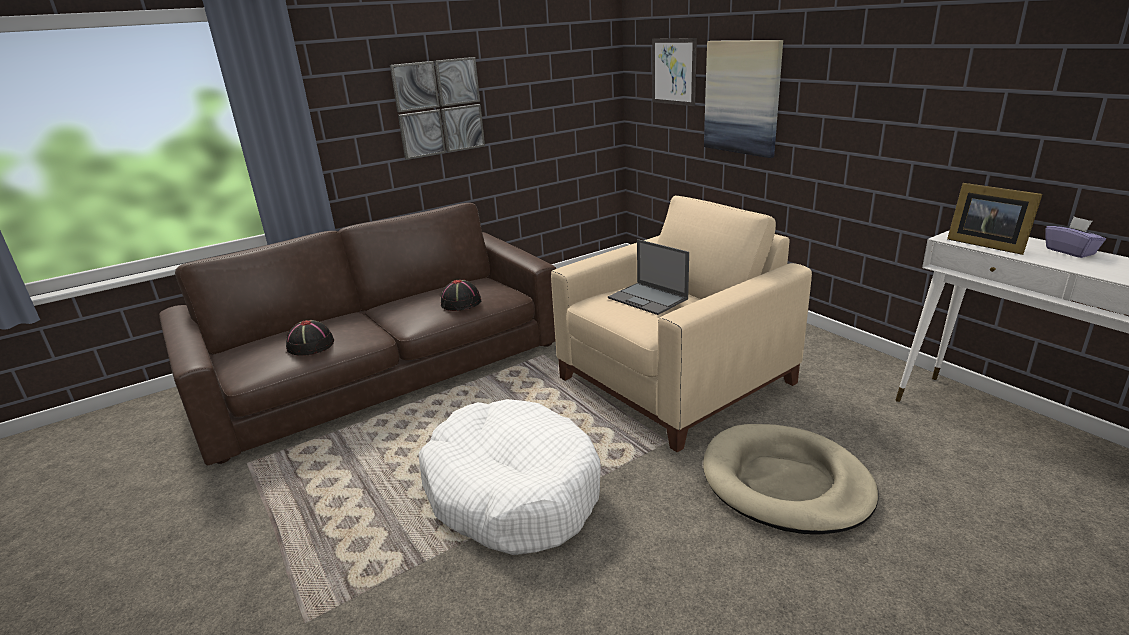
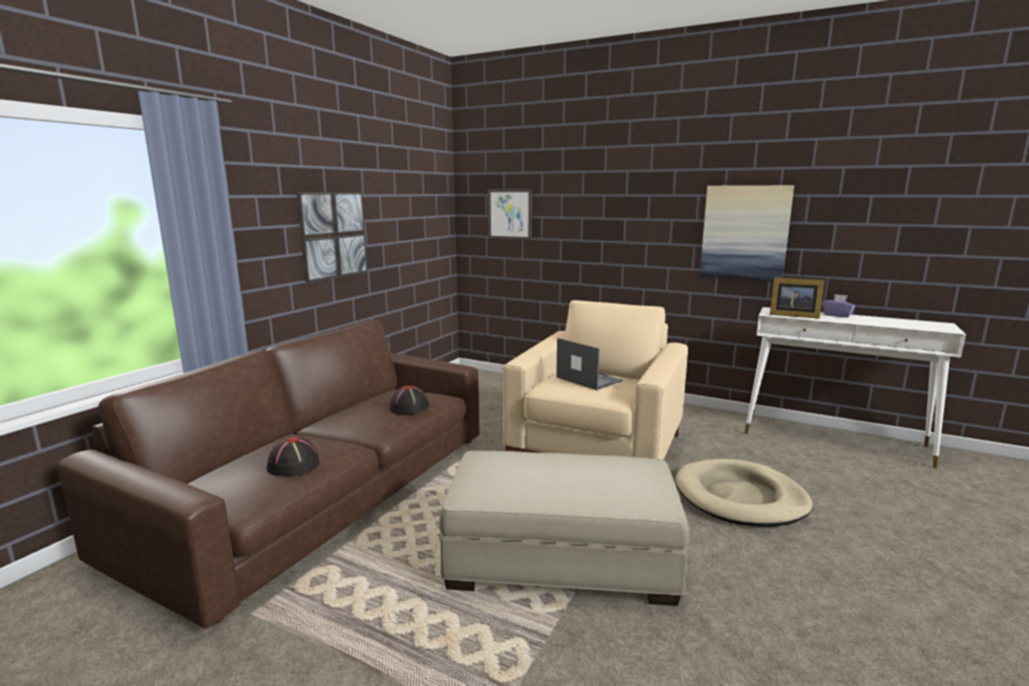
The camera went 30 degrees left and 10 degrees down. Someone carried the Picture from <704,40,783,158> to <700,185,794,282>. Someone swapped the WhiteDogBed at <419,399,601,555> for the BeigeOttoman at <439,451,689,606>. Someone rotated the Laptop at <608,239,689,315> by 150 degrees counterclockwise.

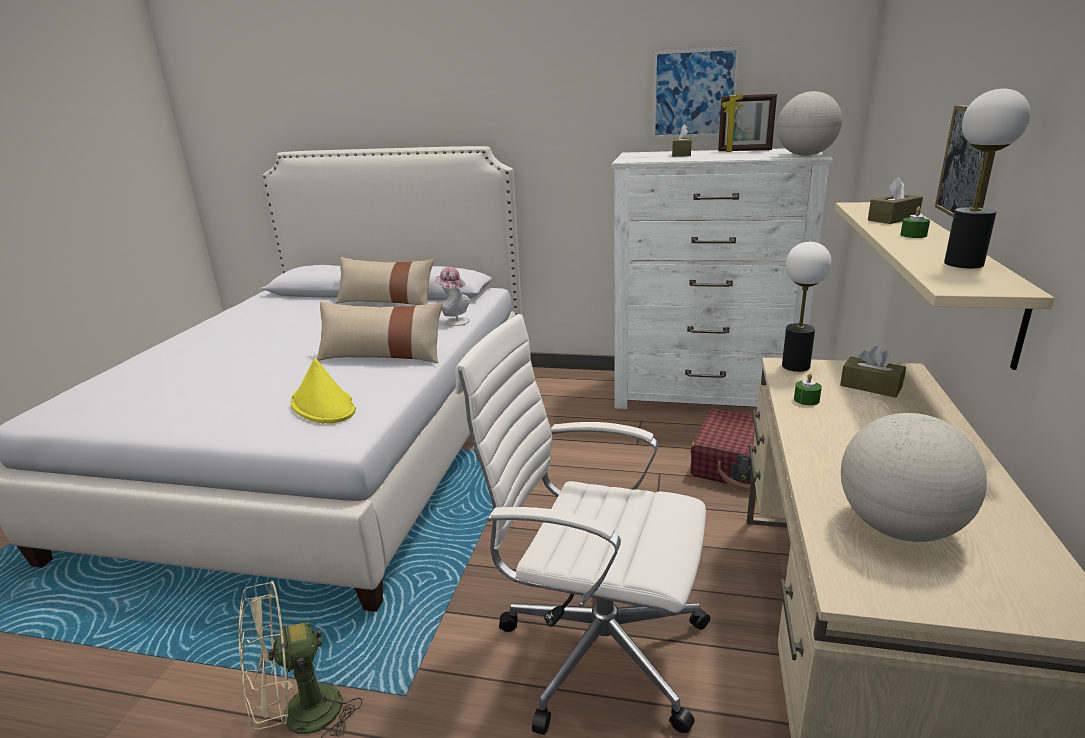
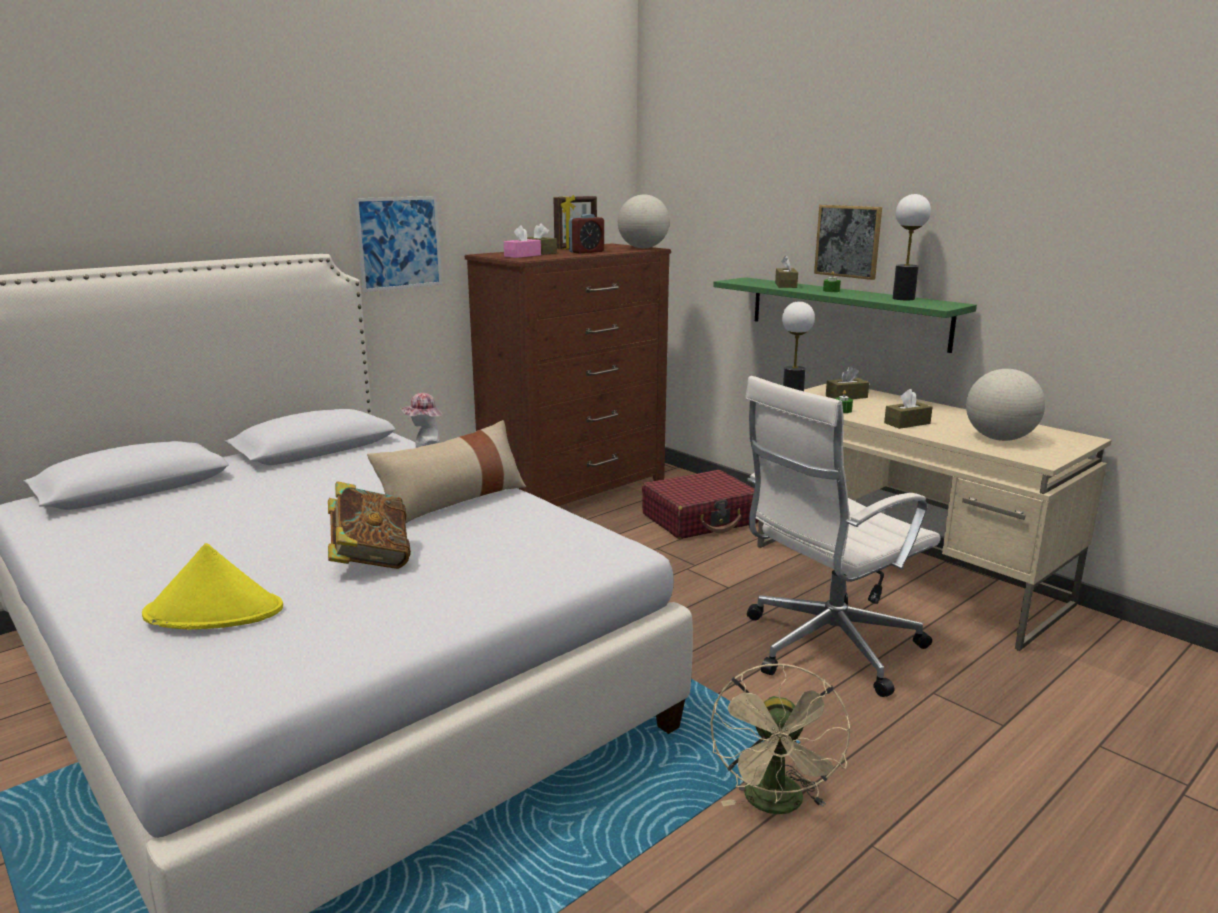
The camera went 55 degrees left and 5 degrees down. Someone took away the BeigePillow at <336,257,434,305>. Someone put down the Book at <328,481,411,569>. Someone put down the PinkTissueBox at <504,226,541,258>. Someone put down the AlarmClock at <569,214,604,254>. Someone put down the BrownTissueBox at <884,389,933,429>. Someone carried the YellowHat from <290,358,356,423> to <142,543,283,629>. Someone carried the Picture from <652,47,740,138> to <354,196,442,292>. Someone repainted the WhiteDresser at <611,148,833,409>, which became the BrownDresser at <465,243,671,506>. Someone repainted the BeigeShelf at <835,202,1054,370>, which became the GreenShelf at <713,277,977,353>.

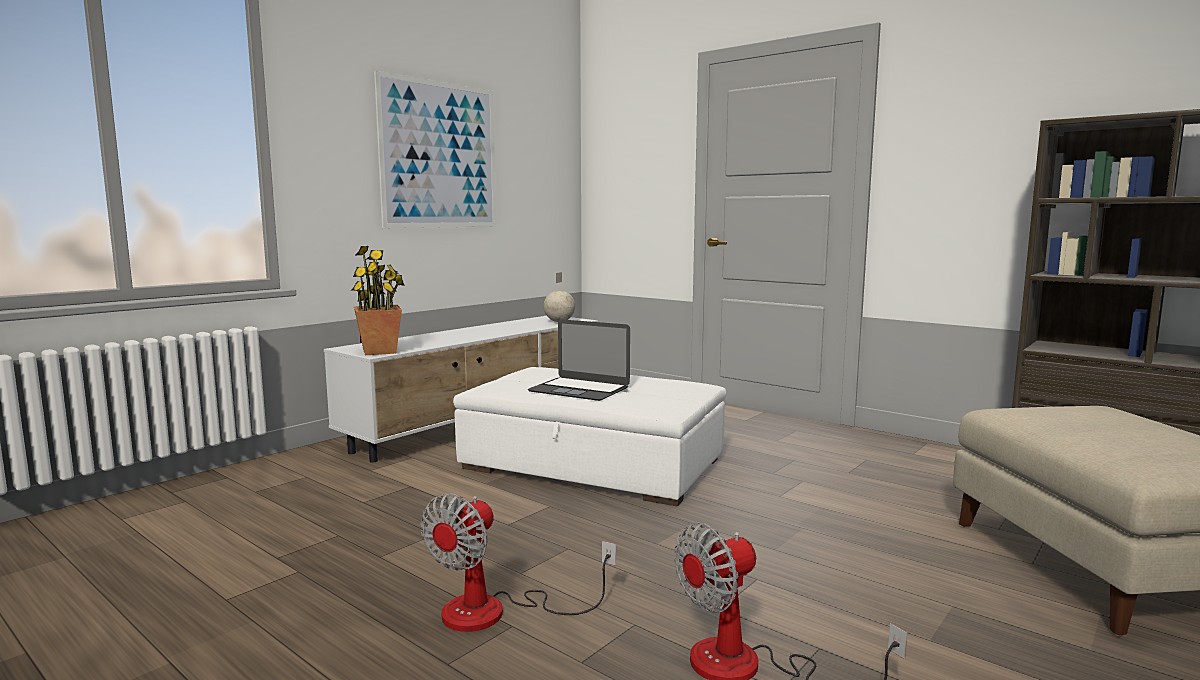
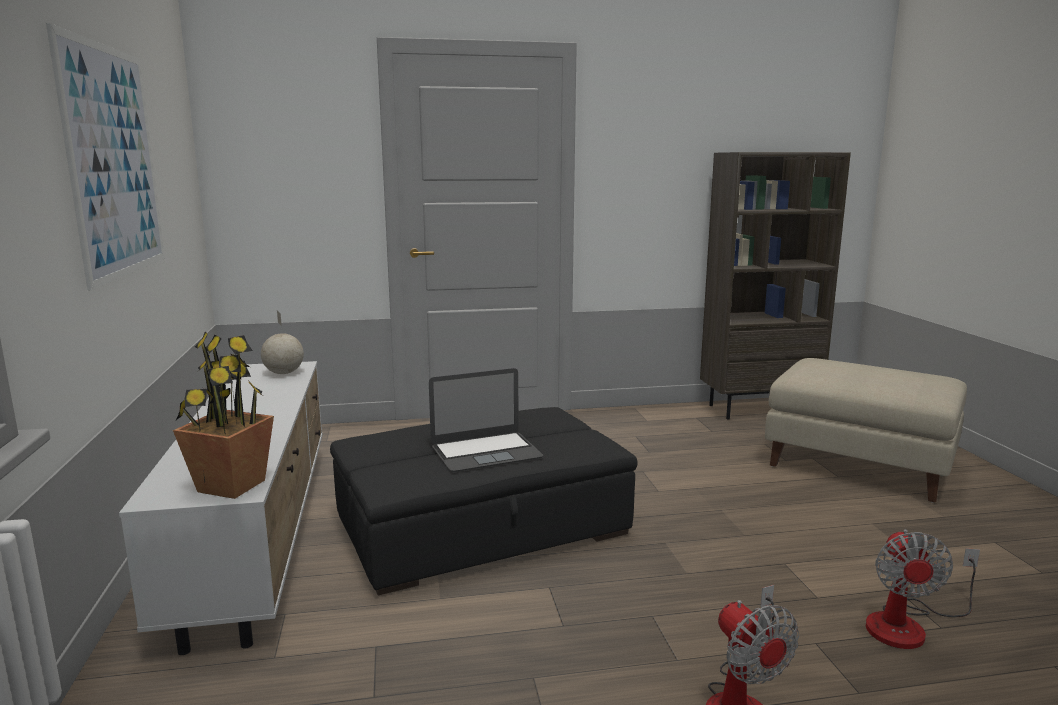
The camera went 50 degrees left and 5 degrees up. Someone repainted the WhiteOttoman at <453,367,727,506>, which became the BlackOttoman at <330,407,638,595>.

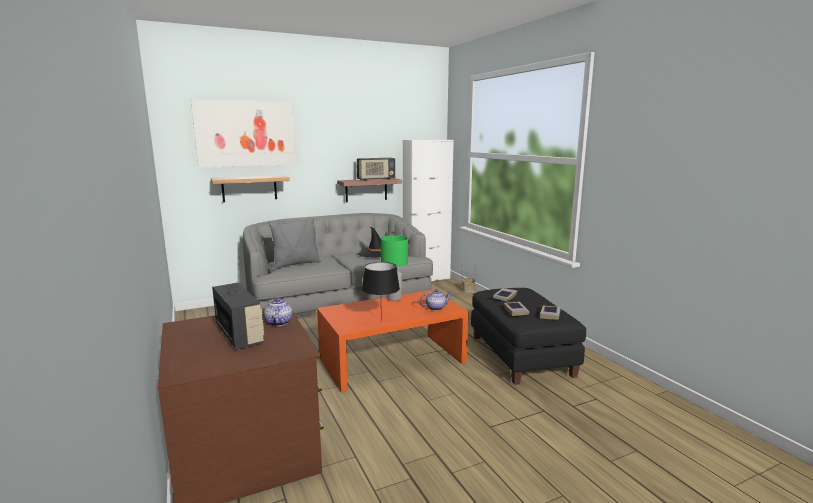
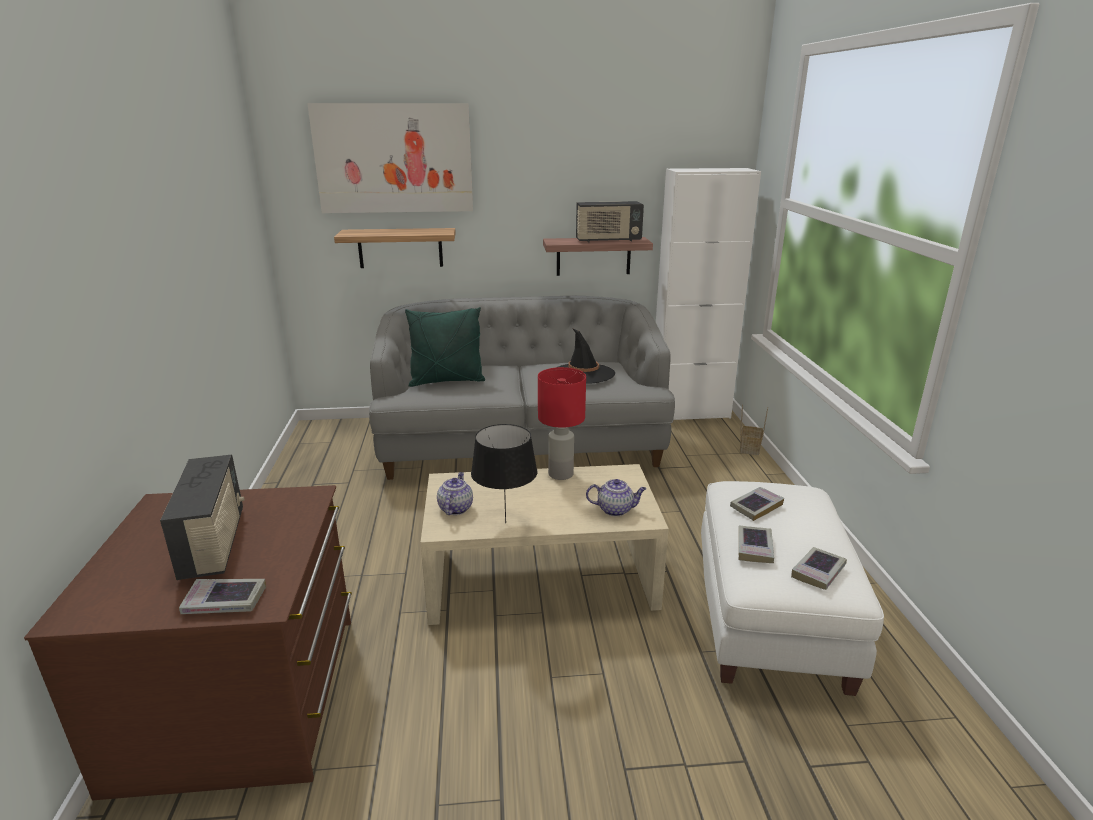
The camera went 20 degrees right and 10 degrees up. Someone put down the Book at <179,579,266,614>. Someone carried the Teapot from <264,297,292,326> to <437,472,473,515>. Someone repainted the GreyPillow at <268,218,321,269>, which became the GreenPillow at <405,307,485,387>. Someone repainted the OrangeCoffeeTable at <317,290,469,393>, which became the BeigeCoffeeTable at <420,464,669,625>. Someone repainted the GreenTableLamp at <381,235,408,301>, which became the RedTableLamp at <538,367,586,480>. Someone repainted the BlackOttoman at <471,288,586,385>, which became the WhiteOttoman at <701,481,884,696>.

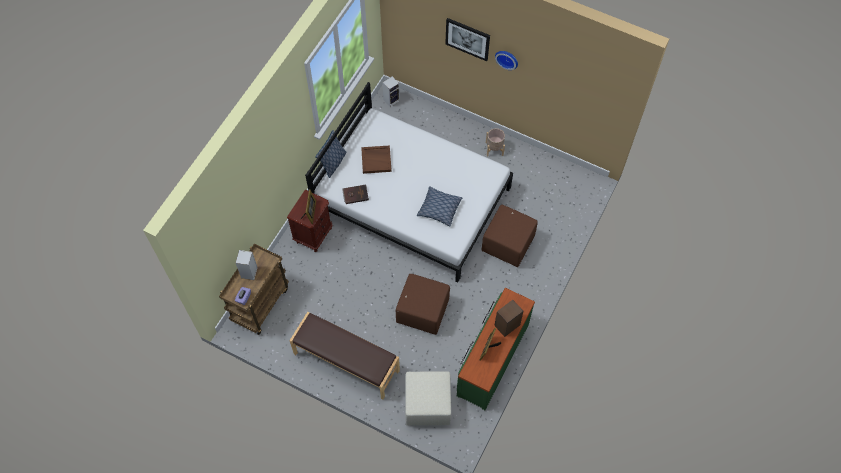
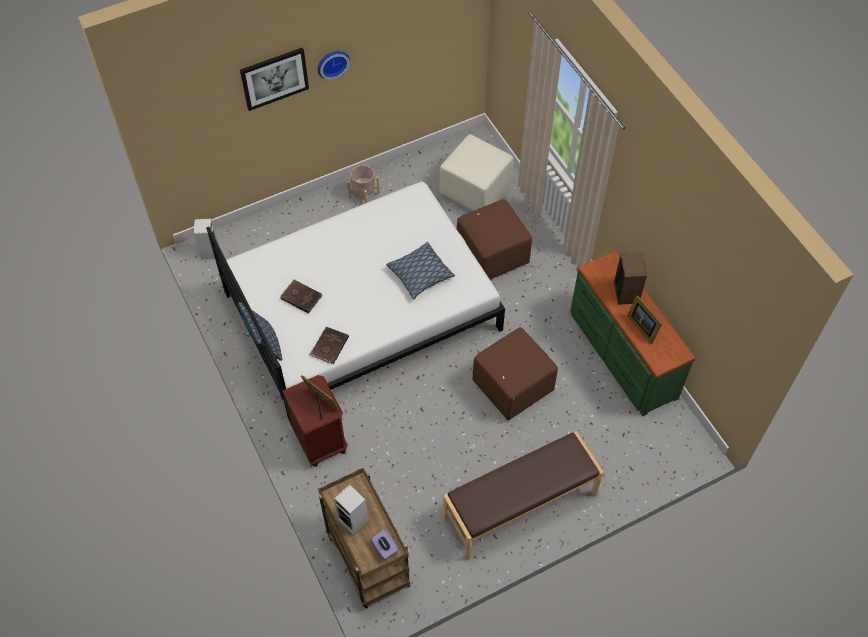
The camera went 55 degrees left and 5 degrees down. Someone carried the BeigeOttoman from <405,371,451,426> to <440,134,513,211>. Someone swapped the BrownTray at <361,145,392,174> for the BrownBook at <281,280,323,313>.

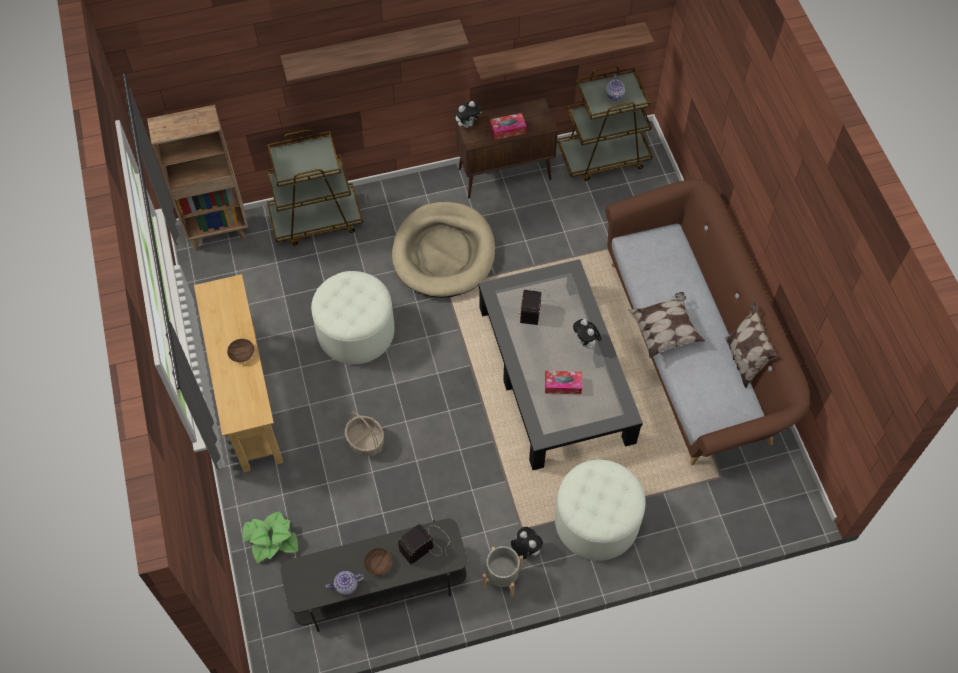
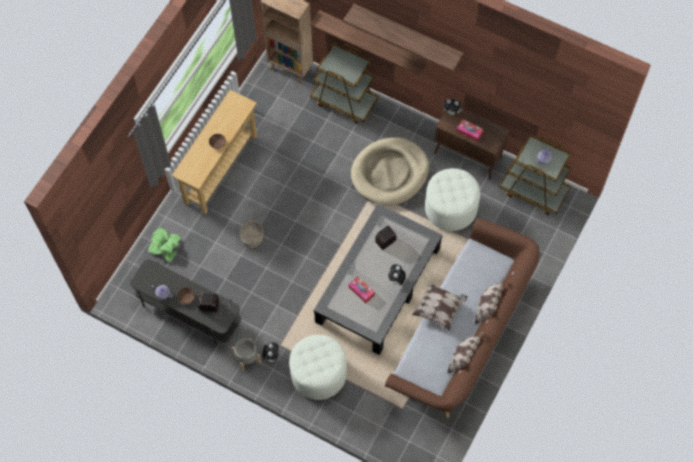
The camera went 45 degrees right and 5 degrees up. Someone put down the Pillow at <475,277,505,325>. Someone carried the WhiteOttoman from <311,271,395,364> to <425,168,480,231>. Someone carried the Shelf from <473,22,654,80> to <310,10,429,76>.

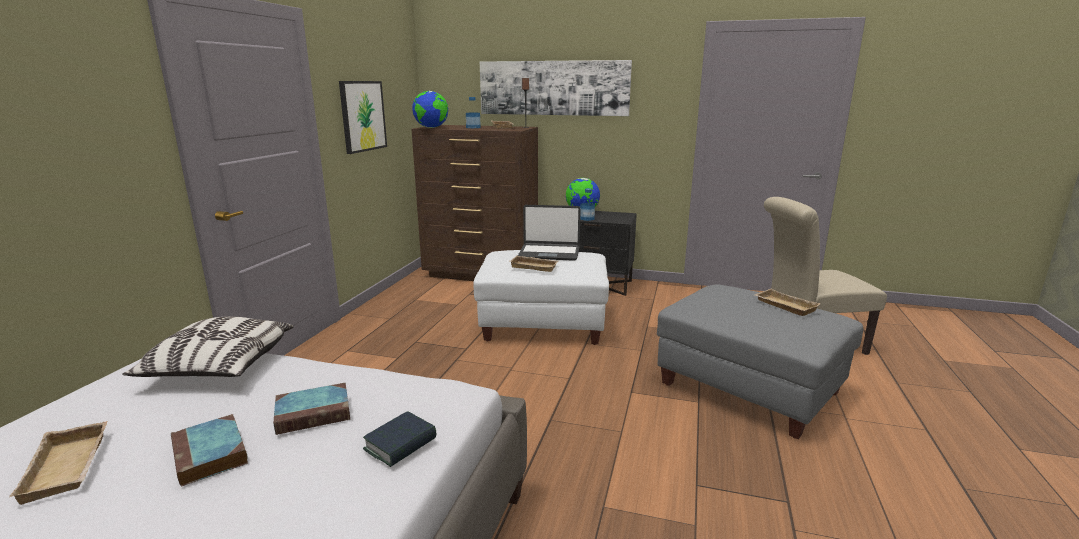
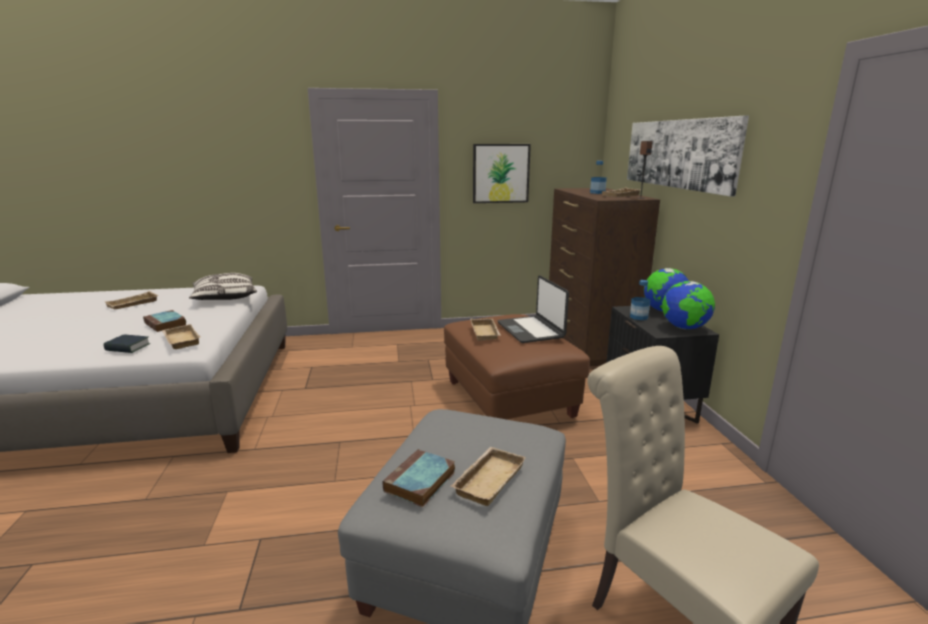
The camera went 65 degrees right and 0 degrees up. Someone put down the BeigeTray at <162,324,200,349>. Someone carried the Book from <171,414,248,486> to <382,449,455,507>. Someone carried the Globe from <412,91,448,128> to <662,281,715,329>. Someone repainted the WhiteOttoman at <473,250,609,345>, which became the BrownOttoman at <444,314,590,419>.

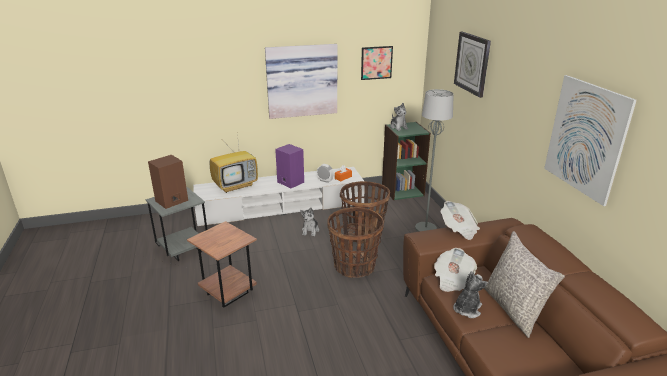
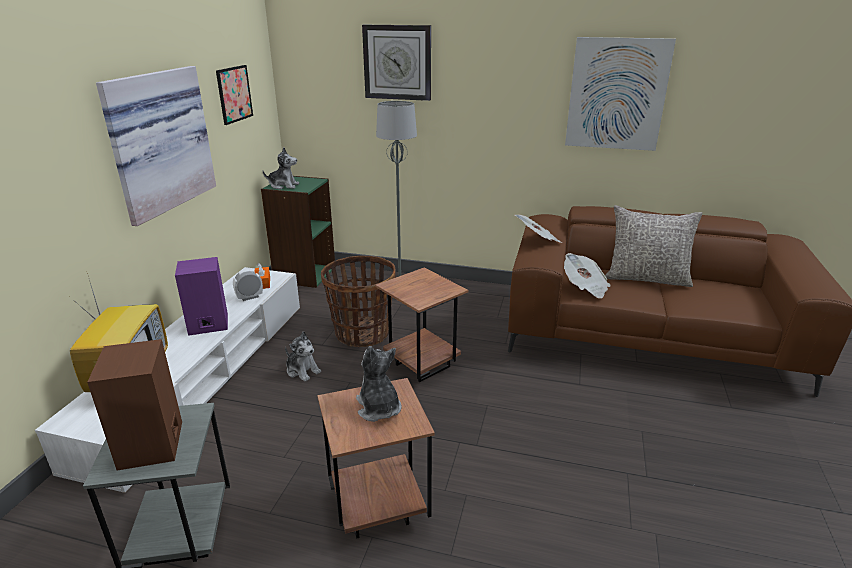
The camera went 60 degrees left and 0 degrees up. Someone carried the PlushToy from <453,271,488,318> to <356,346,402,422>. Someone swapped the Basket at <327,207,384,278> for the BrownSideTable at <376,268,468,382>.

